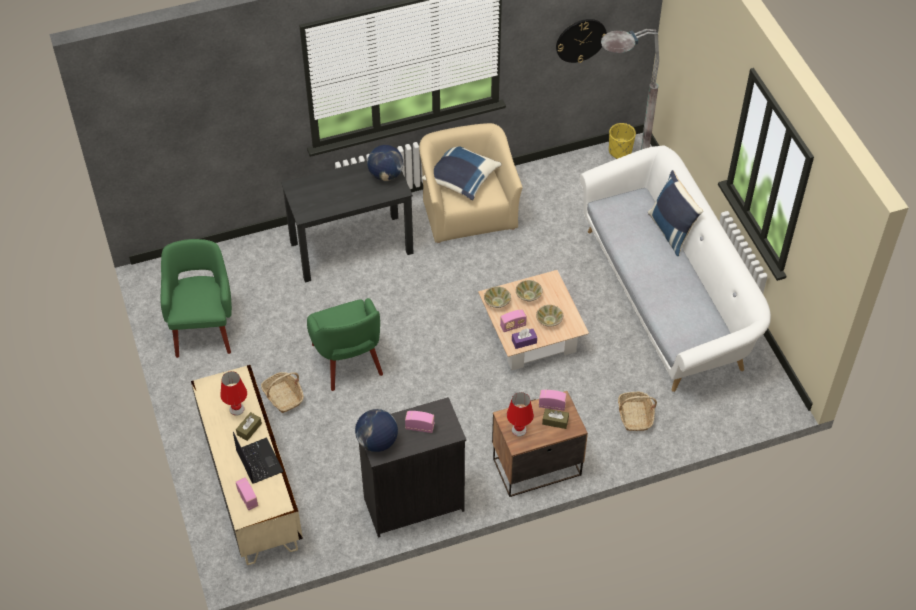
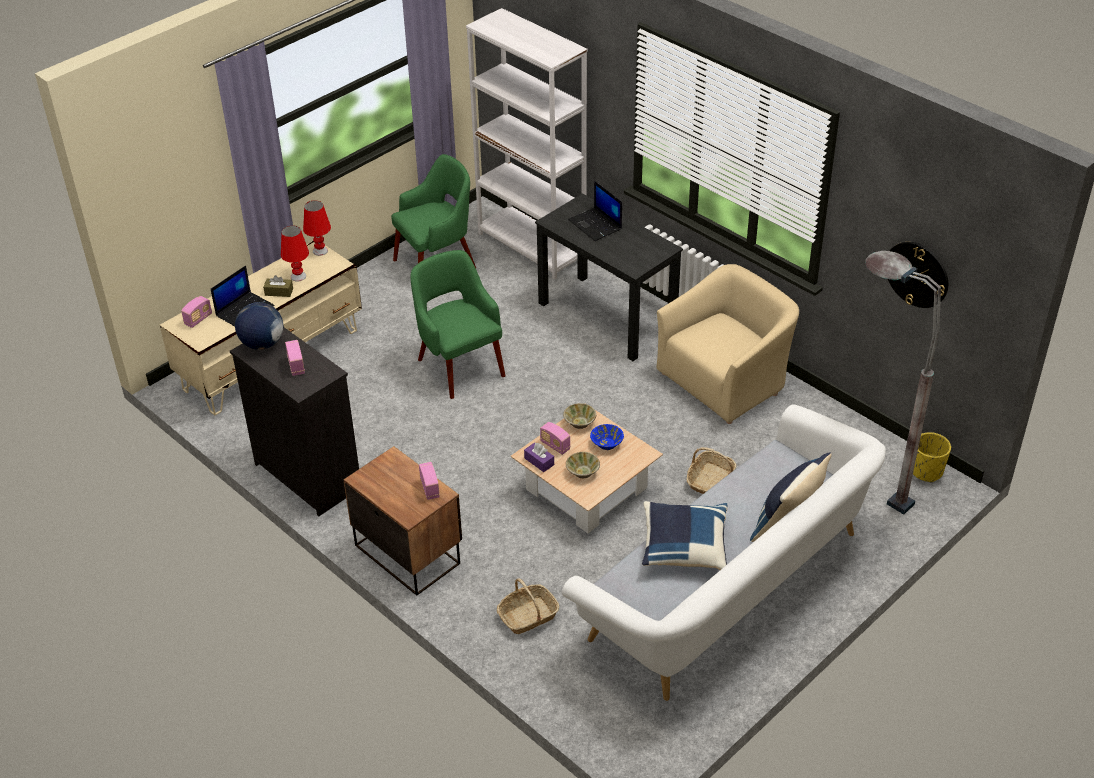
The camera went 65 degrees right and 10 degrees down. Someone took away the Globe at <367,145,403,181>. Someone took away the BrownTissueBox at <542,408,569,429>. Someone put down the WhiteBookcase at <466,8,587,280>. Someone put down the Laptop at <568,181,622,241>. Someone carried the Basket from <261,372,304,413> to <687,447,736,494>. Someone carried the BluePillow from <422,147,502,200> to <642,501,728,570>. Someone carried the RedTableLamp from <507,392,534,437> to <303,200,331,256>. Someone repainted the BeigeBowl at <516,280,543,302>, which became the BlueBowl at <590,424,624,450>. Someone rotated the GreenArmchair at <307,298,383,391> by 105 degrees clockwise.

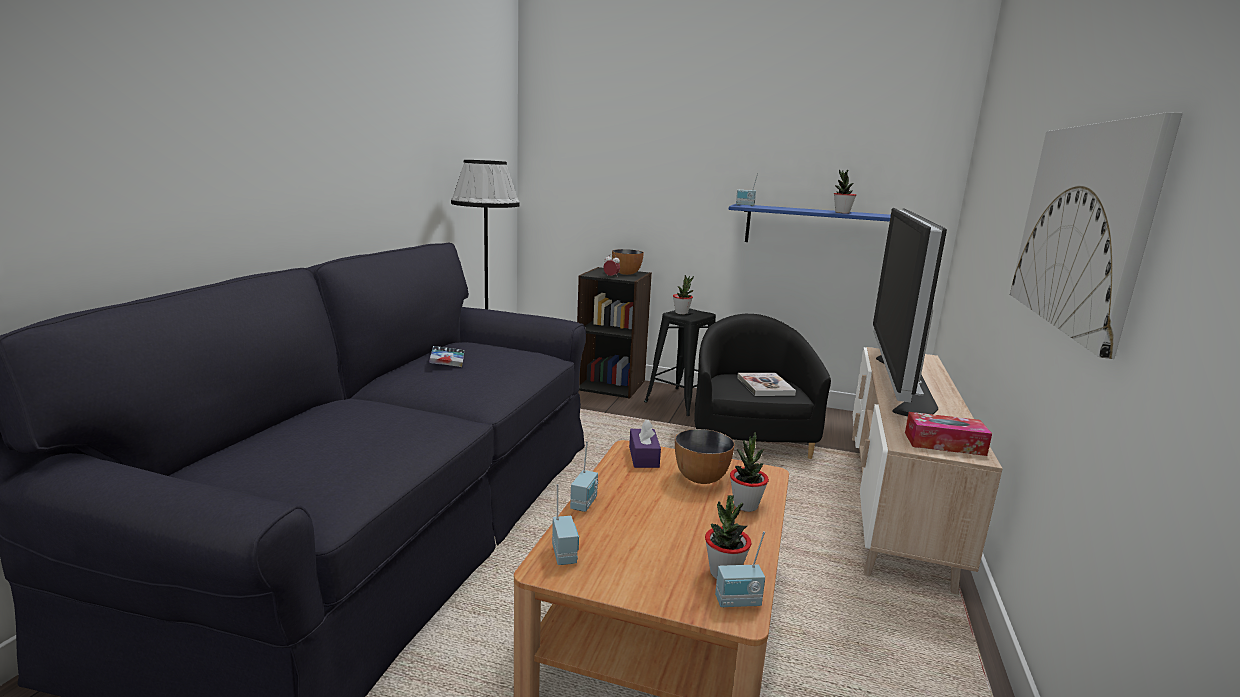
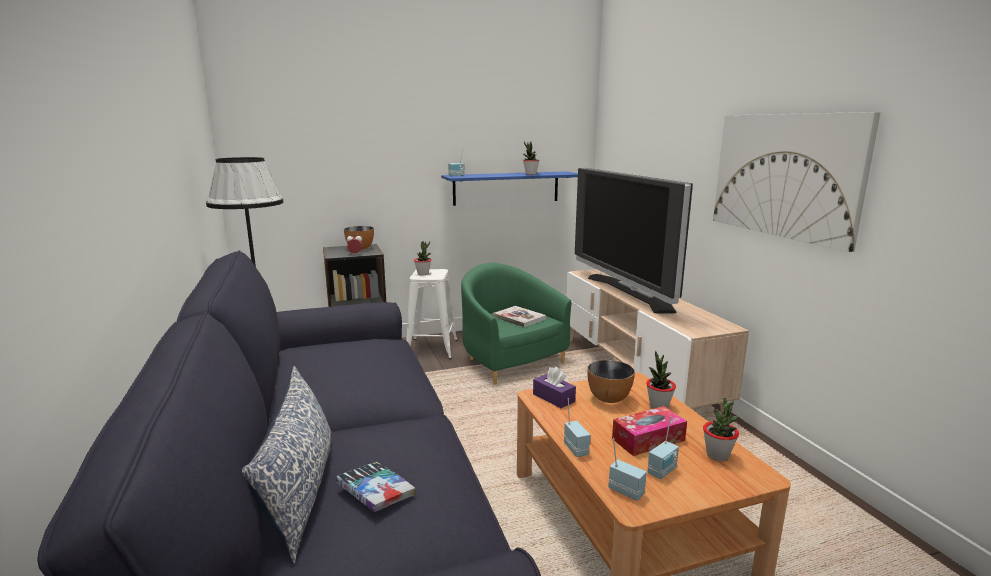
The camera went 35 degrees left and 0 degrees up. Someone put down the Pillow at <242,366,332,564>. Someone carried the Book from <429,346,464,367> to <336,462,415,512>. Someone carried the Radio from <715,531,765,607> to <647,416,679,479>. Someone carried the TissueBox from <905,412,992,456> to <612,406,687,456>. Someone repainted the BlackStool at <644,308,716,416>, which became the WhiteStool at <406,269,457,359>. Someone repainted the BlackArmchair at <694,314,831,459>, which became the GreenArmchair at <461,263,571,384>.

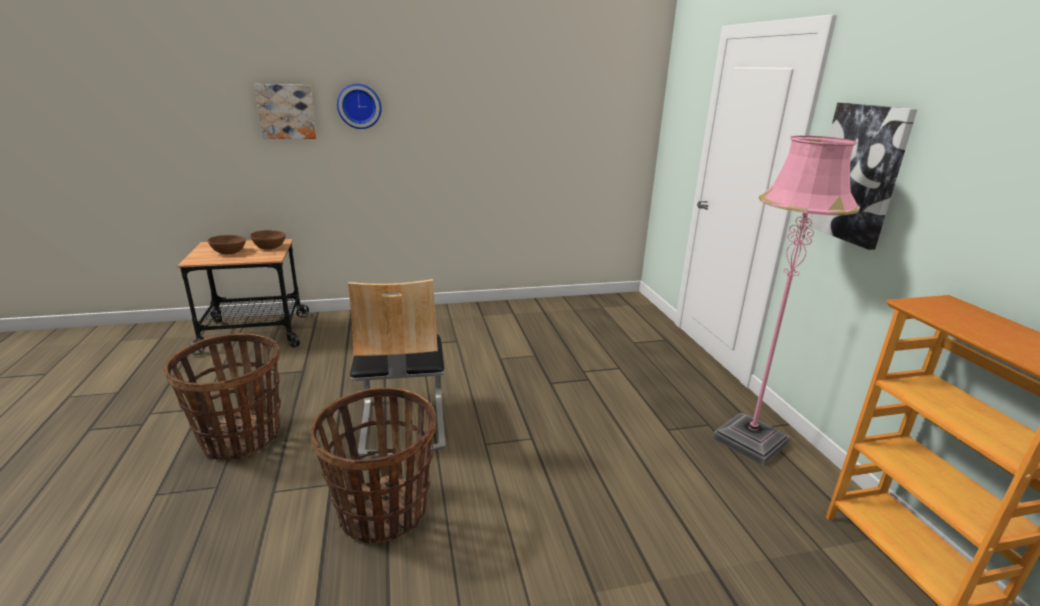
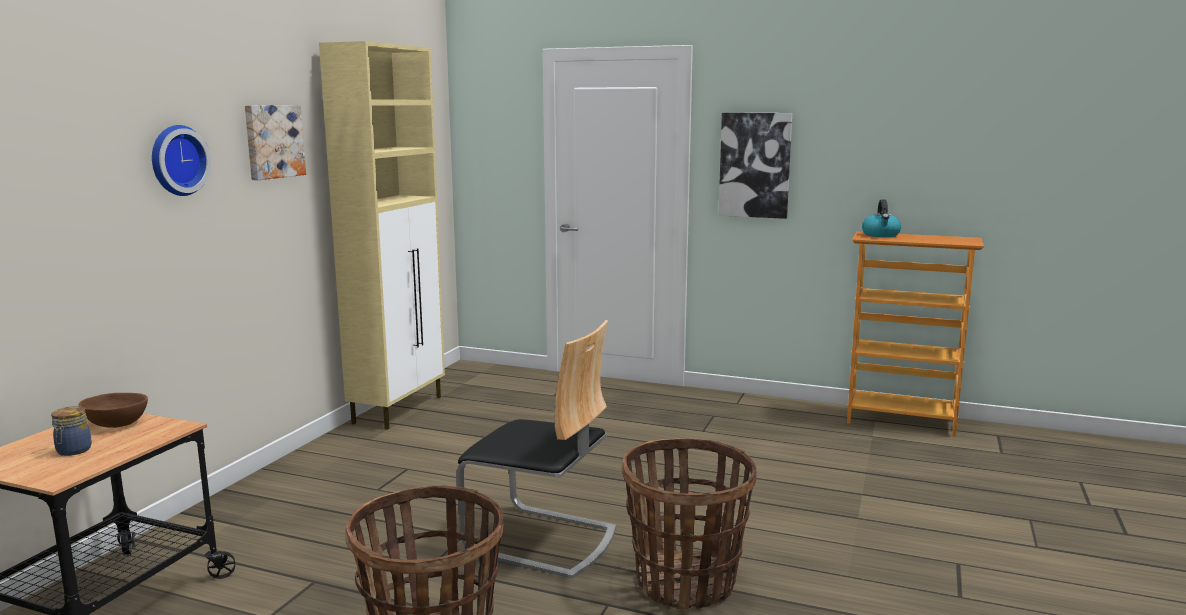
The camera went 55 degrees left and 10 degrees down. Someone took away the PinkFloorLamp at <713,136,860,466>. Someone put down the BeigeCabinet at <319,41,445,430>. Someone put down the Kettle at <862,199,901,237>. Someone carried the Picture from <254,84,317,139> to <245,105,306,180>. Someone swapped the BrownBowl at <207,235,246,254> for the Jar at <51,406,92,456>.

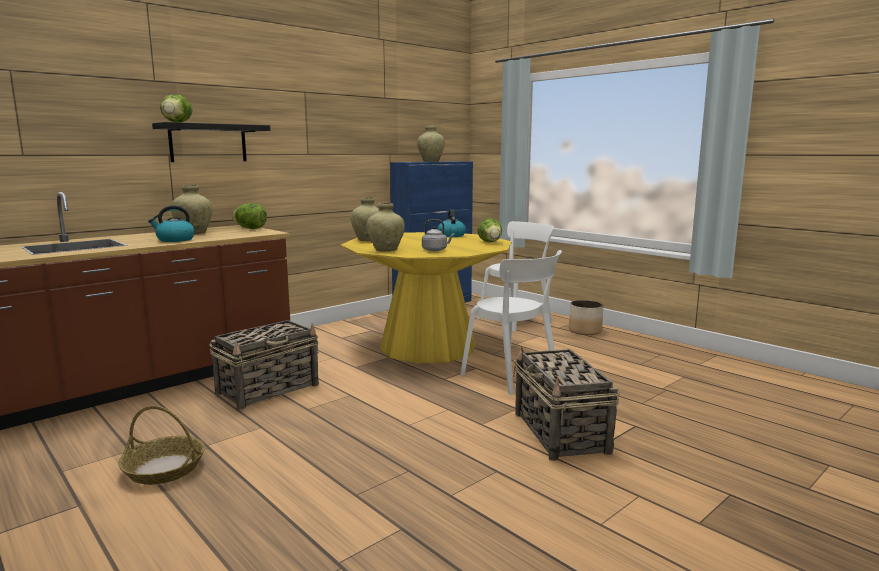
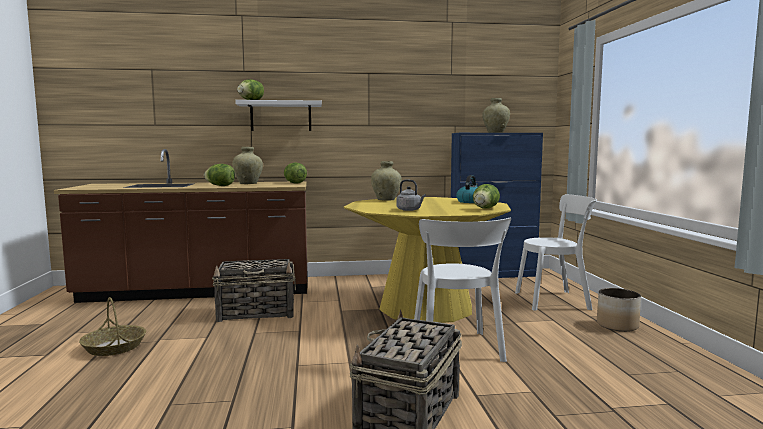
The camera went 35 degrees right and 5 degrees down. Someone took away the BeigeVase at <367,203,405,252>. Someone swapped the Kettle at <148,205,195,242> for the Lettuce at <204,164,235,186>. Someone repainted the BlackShelf at <152,122,270,162>, which became the WhiteShelf at <235,100,322,131>.

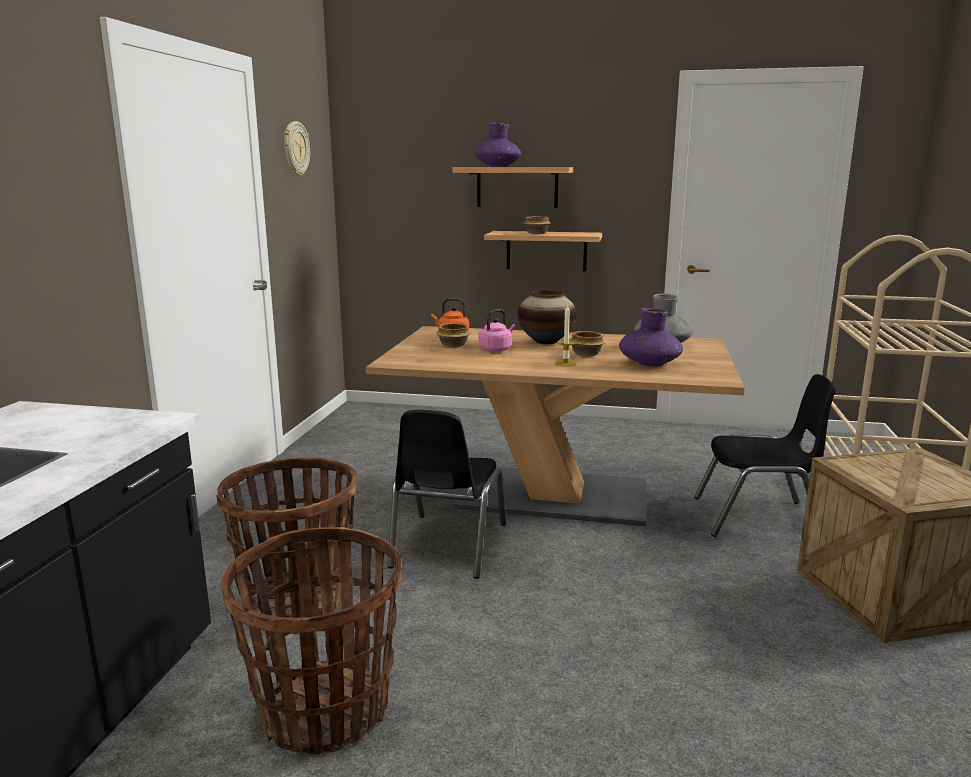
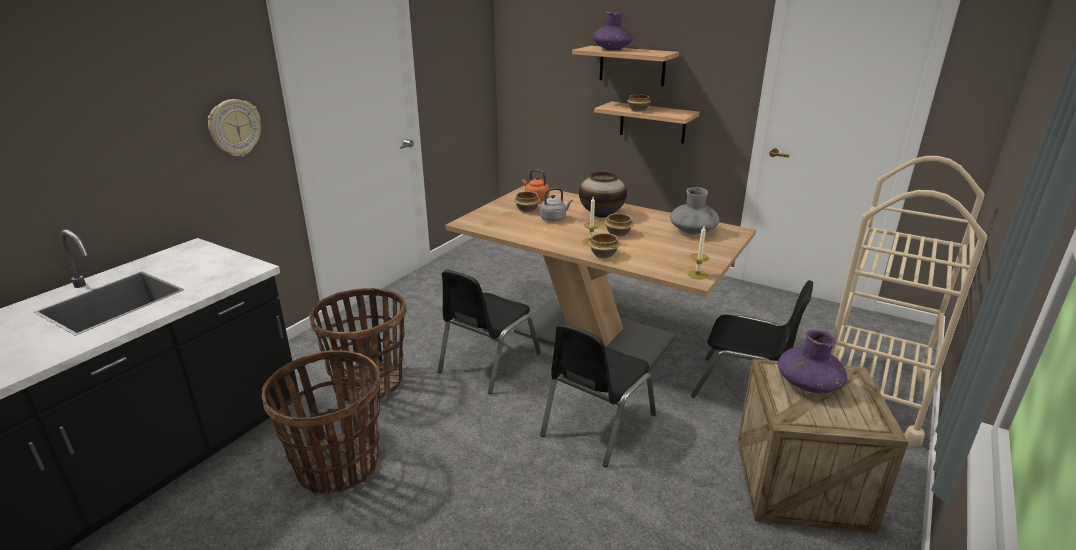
The camera went 20 degrees right and 10 degrees up. Someone put down the BlackChair at <540,324,656,468>. Someone put down the Bowl at <588,233,620,258>. Someone put down the Candle at <688,226,709,279>. Someone carried the WallClock from <284,121,310,176> to <208,99,261,156>. Someone carried the PurpleVase from <619,308,683,367> to <778,330,847,393>. Someone repainted the PinkKettle at <478,309,515,352>, which became the GreyKettle at <540,188,573,221>.

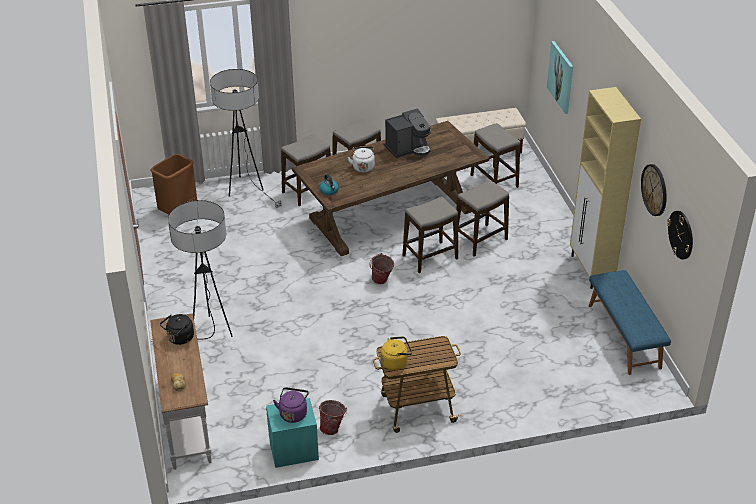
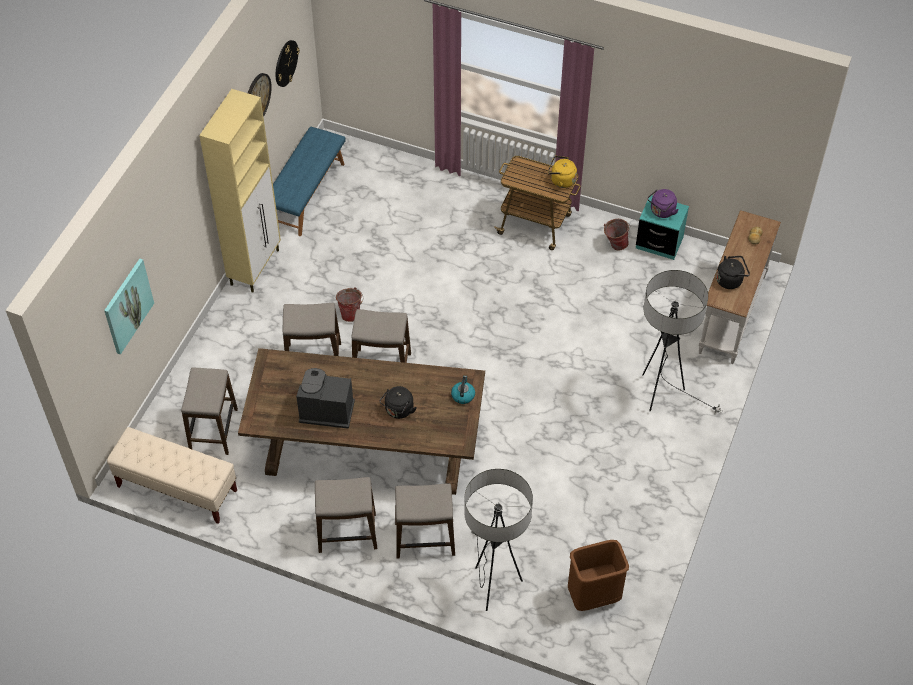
The camera went 145 degrees left and 15 degrees up. Someone carried the Bucket from <370,253,394,284> to <336,287,363,322>. Someone repainted the WhiteKettle at <347,147,375,173>, which became the BlackKettle at <380,386,417,419>.

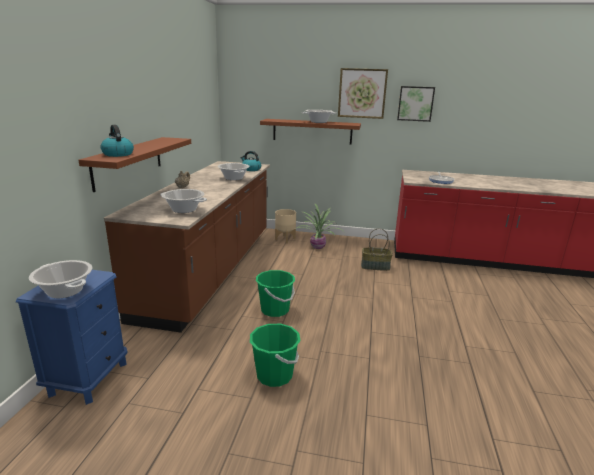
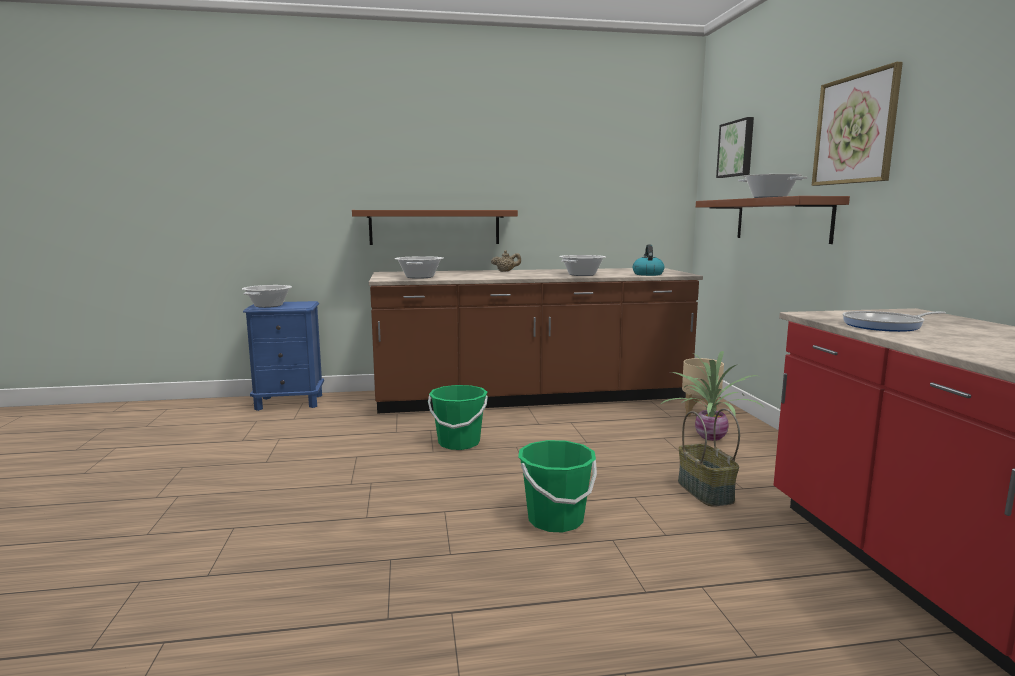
The camera went 70 degrees right and 10 degrees down. Someone took away the Kettle at <100,125,134,157>. Someone carried the GreenBucket from <250,324,300,387> to <518,440,597,533>. Someone carried the Picture from <397,86,435,122> to <716,117,754,178>.

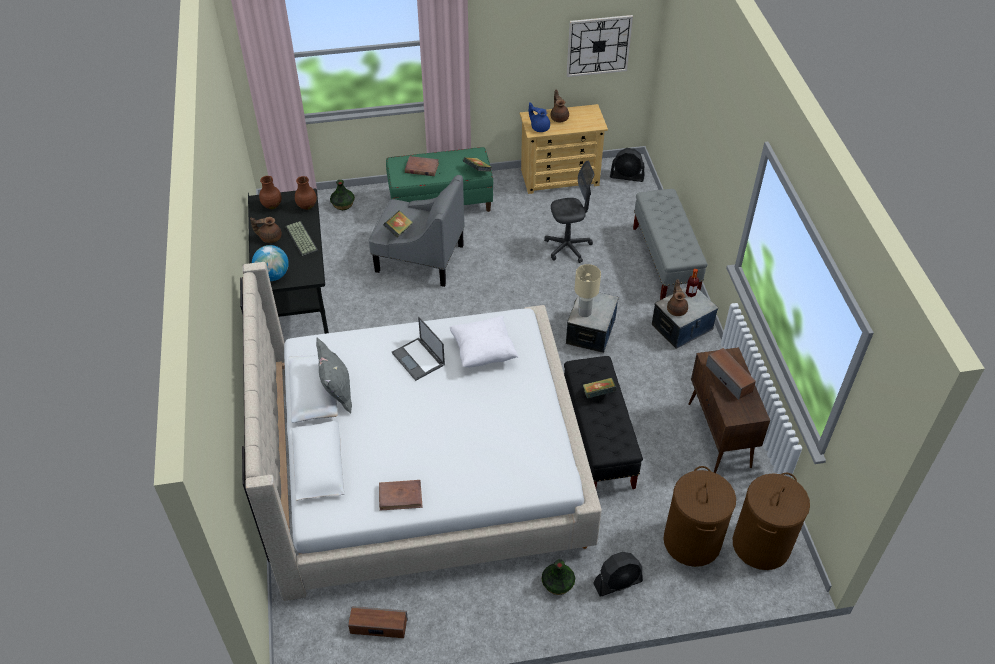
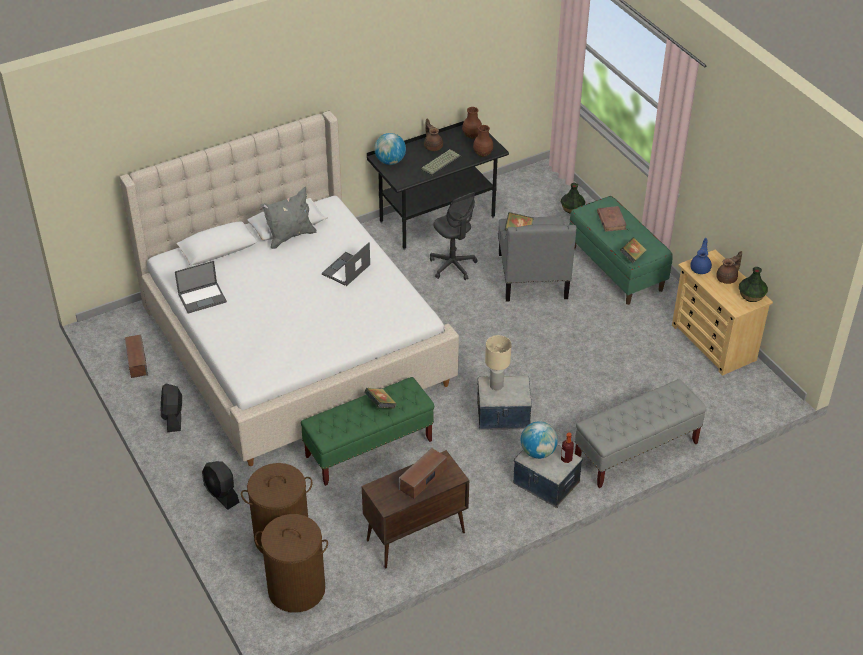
The camera went 70 degrees right and 5 degrees down. Someone took away the WhitePillow at <450,316,518,367>. Someone took away the WallClock at <567,15,633,77>. Someone carried the Vase from <541,559,575,595> to <739,267,768,302>. Someone carried the GreyOfficeChair from <544,161,594,263> to <430,192,478,280>. Someone carried the BlackFan from <610,148,645,182> to <161,383,182,432>. Someone swapped the BrownBook at <379,480,423,511> for the Laptop at <175,261,227,314>. Someone swapped the BrownTeapot at <667,279,688,316> for the Globe at <521,421,558,459>. Someone repainted the BlackBench at <564,356,643,489>, which became the GreenBench at <301,377,434,486>.

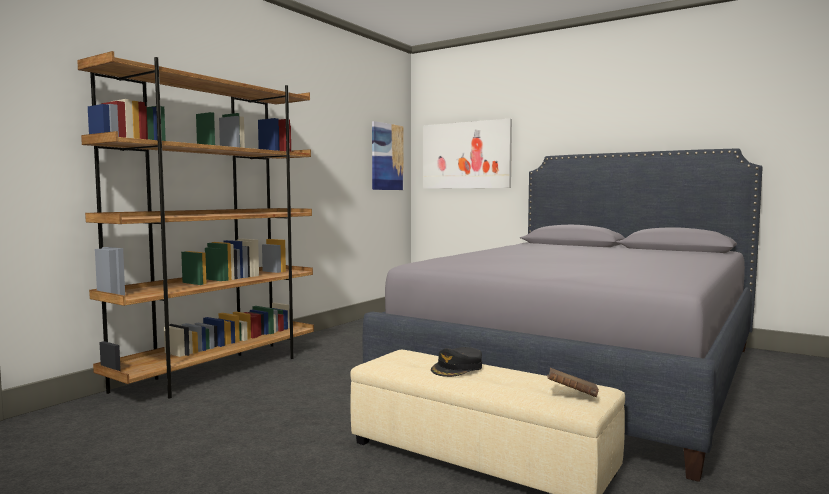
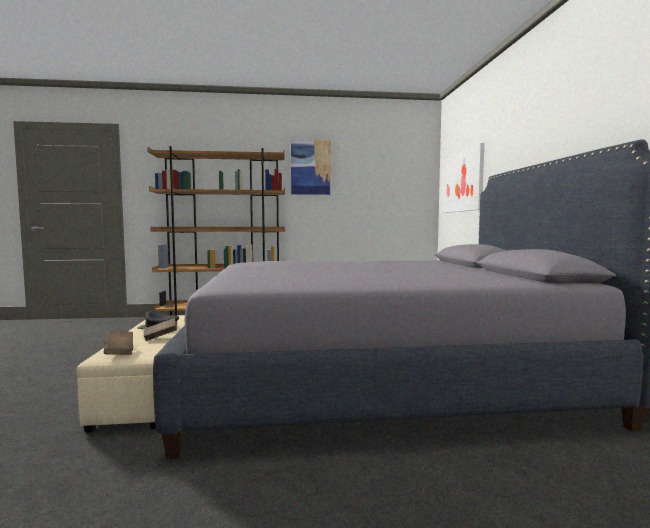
The camera went 50 degrees right and 0 degrees up. Someone put down the BrownBook at <143,318,177,341>. Someone carried the Picture from <372,121,404,190> to <291,139,331,195>.

